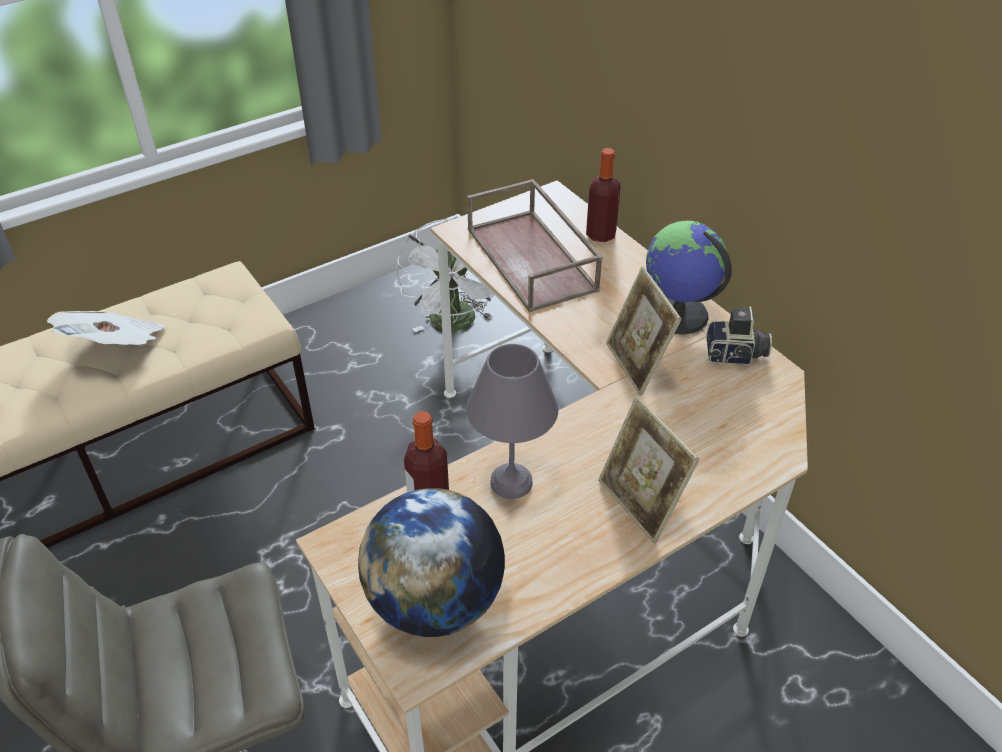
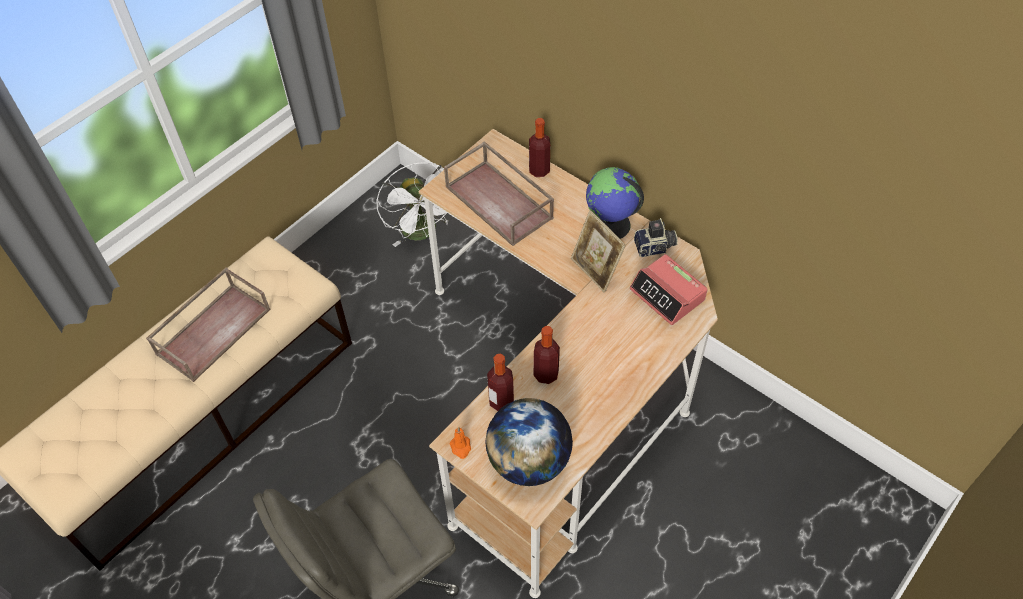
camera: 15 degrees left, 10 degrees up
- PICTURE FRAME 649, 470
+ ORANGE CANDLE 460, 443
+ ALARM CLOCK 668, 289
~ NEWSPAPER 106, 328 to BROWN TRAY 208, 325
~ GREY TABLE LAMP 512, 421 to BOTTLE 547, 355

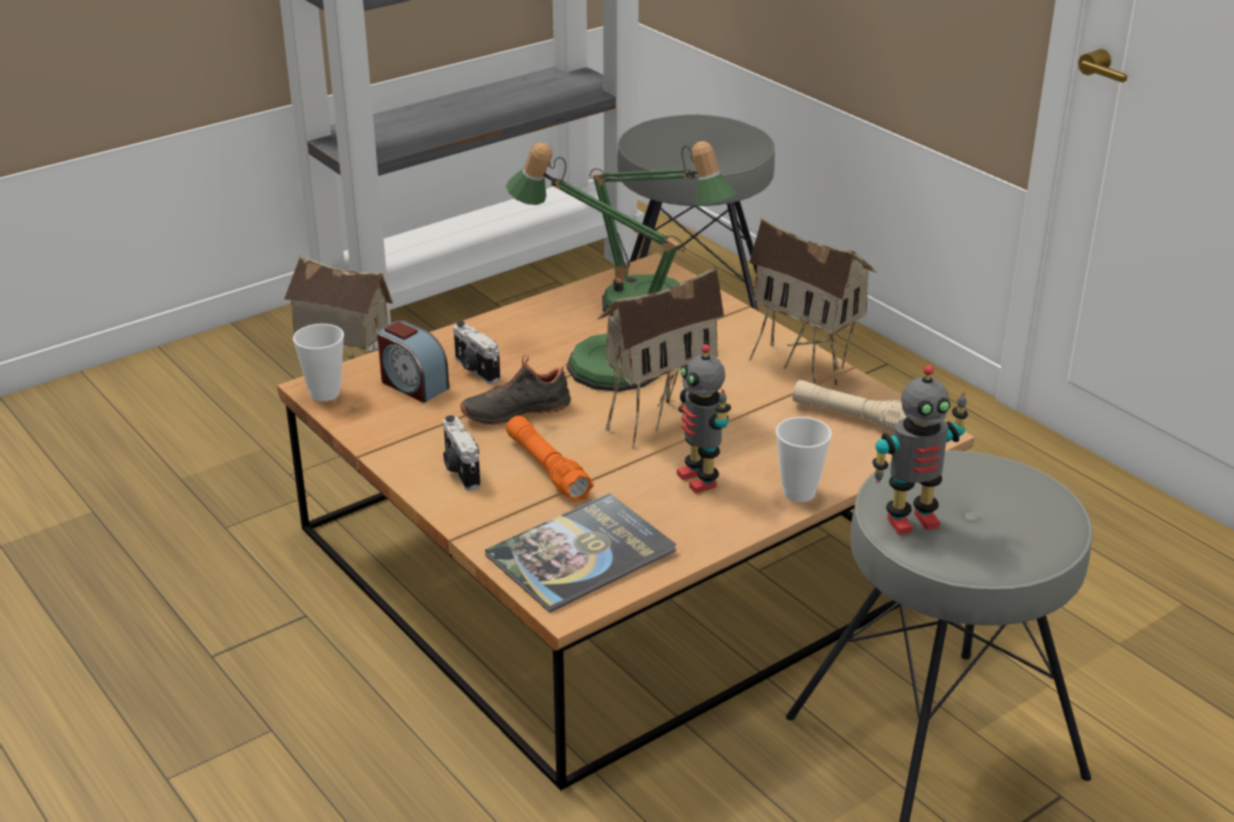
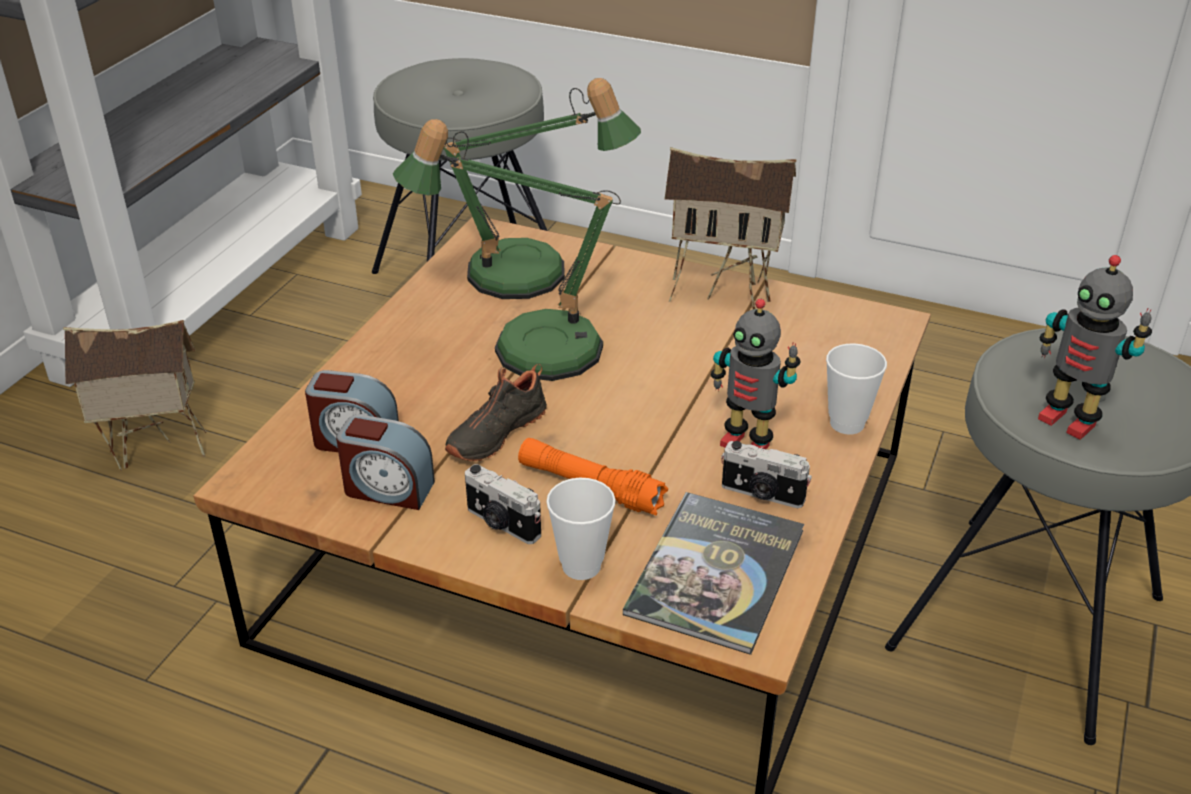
camera: 30 degrees left, 5 degrees up
- TOY HOUSE 660, 357
- BEIGE FLASHLIGHT 849, 406
+ ALARM CLOCK 385, 462
~ CUP 318, 362 to 580, 529
~ PHOTO CAMERA 476, 352 to 766, 474
~ TOY ROBOT 920, 450 = 1095, 347 90 degrees clockwise

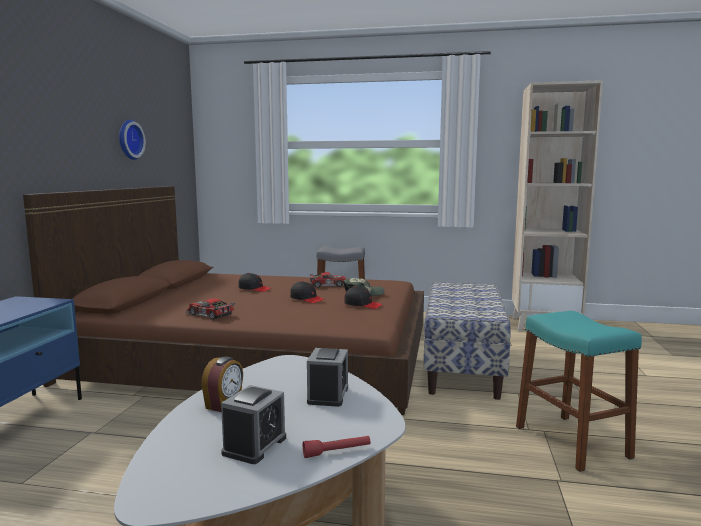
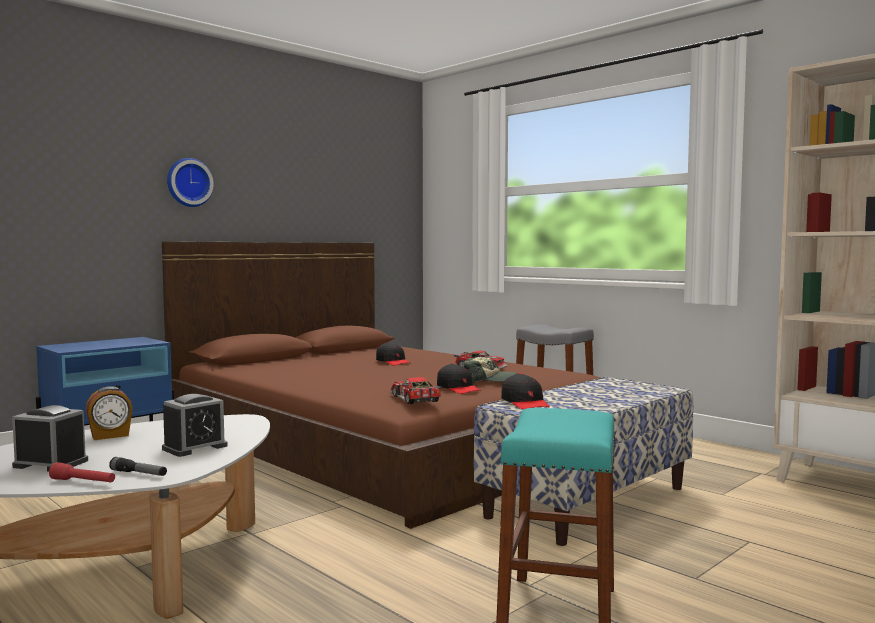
camera: 35 degrees right, 5 degrees down
+ FLASHLIGHT 138, 466
~ WALL CLOCK 132, 140 to 190, 182
~ TOY CAR 210, 309 to 416, 390
~ BLACK CAP 307, 292 to 525, 391
~ ALARM CLOCK 253, 424 = 50, 438 135 degrees counterclockwise

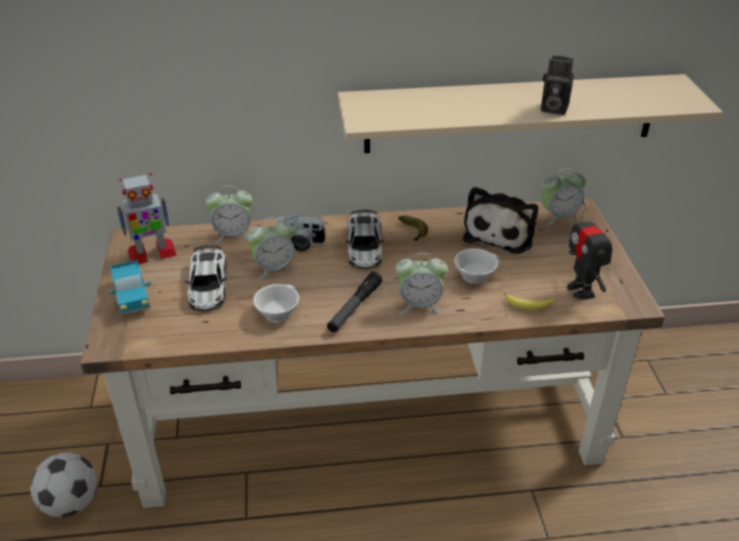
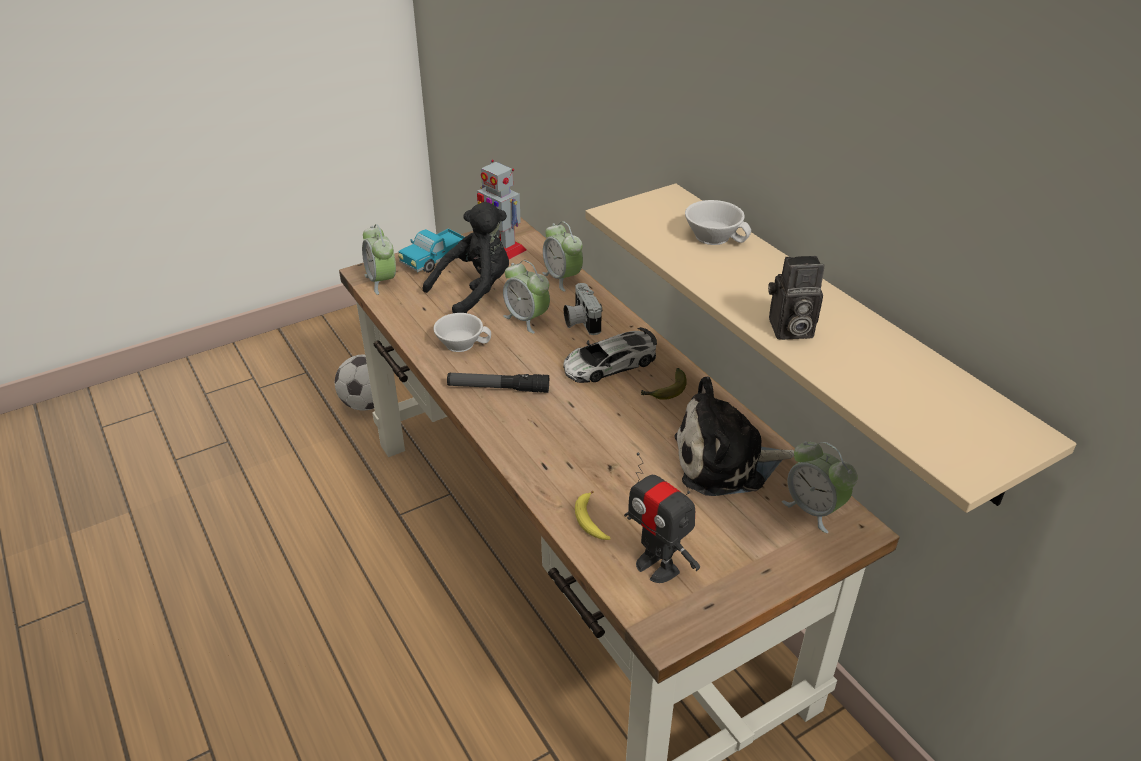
camera: 65 degrees right, 0 degrees up
~ ALARM CLOCK 421, 283 to 379, 259
~ WHITE CUP 477, 266 to 718, 222
~ TOY CAR 205, 278 to BLACK PLUSH TOY 466, 257
~ PHOTO CAMERA 557, 85 = 796, 298 90 degrees counterclockwise
~ TOY ROBOT 589, 250 = 662, 518 90 degrees counterclockwise

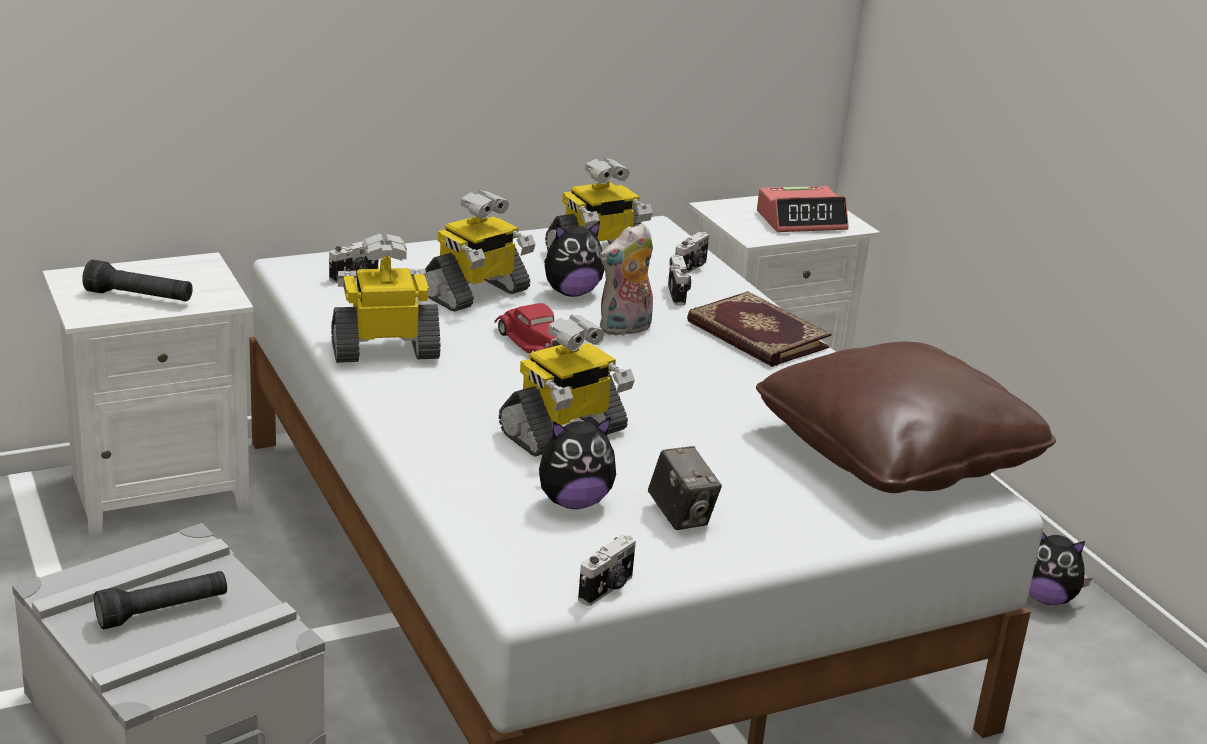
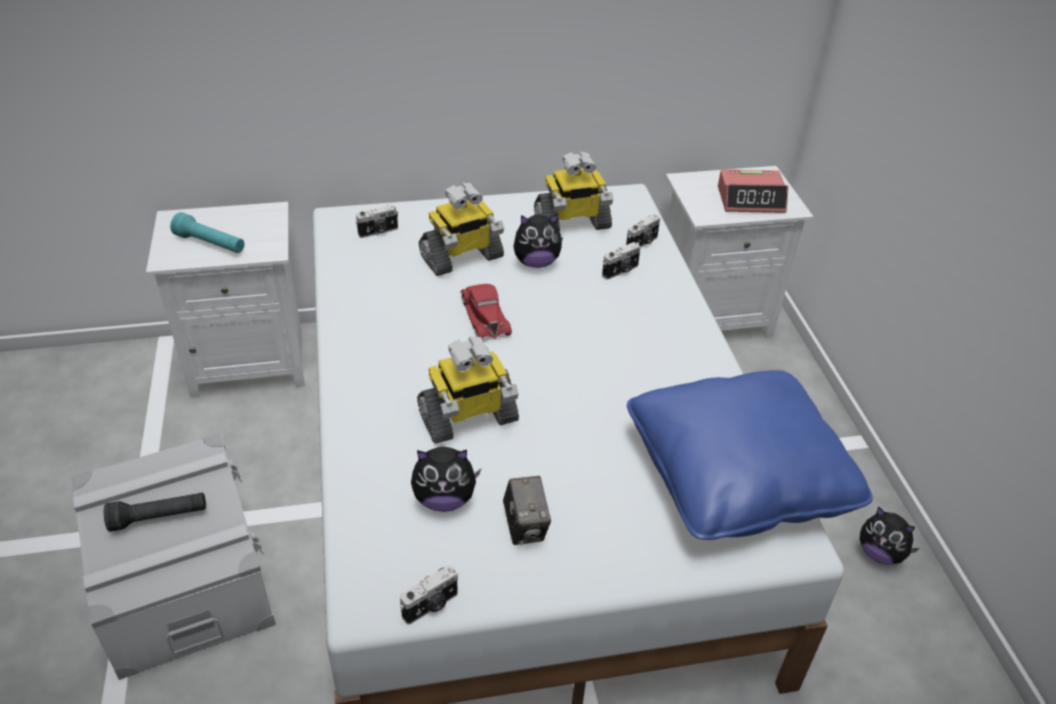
camera: 15 degrees right, 15 degrees up
- TOY ROBOT 386, 298
- PLUSH TOY 626, 279
- BOOK 759, 329
~ BLACK FLASHLIGHT 137, 280 to TURQUOISE FLASHLIGHT 207, 232
~ BROWN PILLOW 906, 417 to BLUE PILLOW 750, 455
~ PHOTO CAMERA 679, 280 = 621, 261 45 degrees clockwise

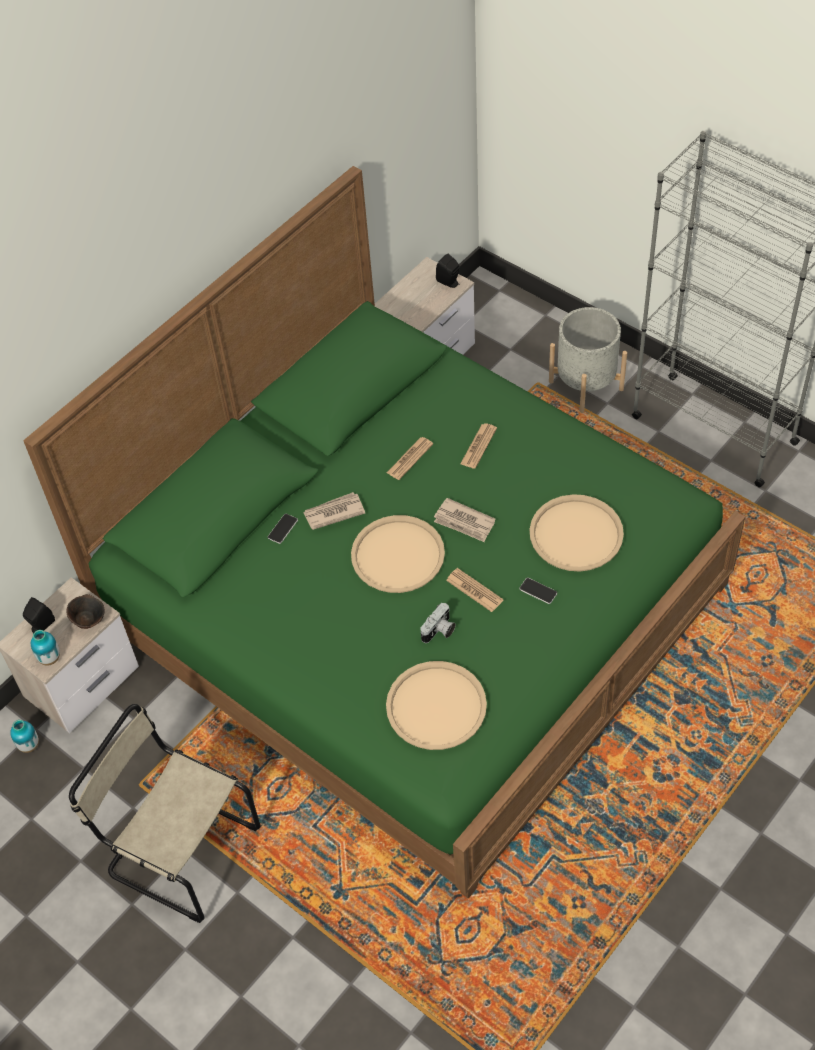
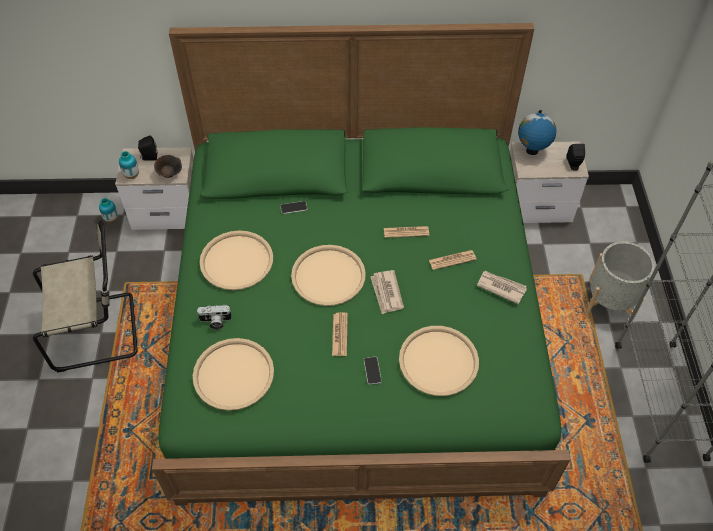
camera: 45 degrees right, 0 degrees up
+ BEIGE TRAY 236, 260
+ GLOBE 537, 132
~ NEWSPAPER 334, 511 to 502, 287
~ PHOTO CAMERA 438, 623 to 214, 317
~ BEIGE CHAIR 165, 813 = 85, 296 90 degrees clockwise

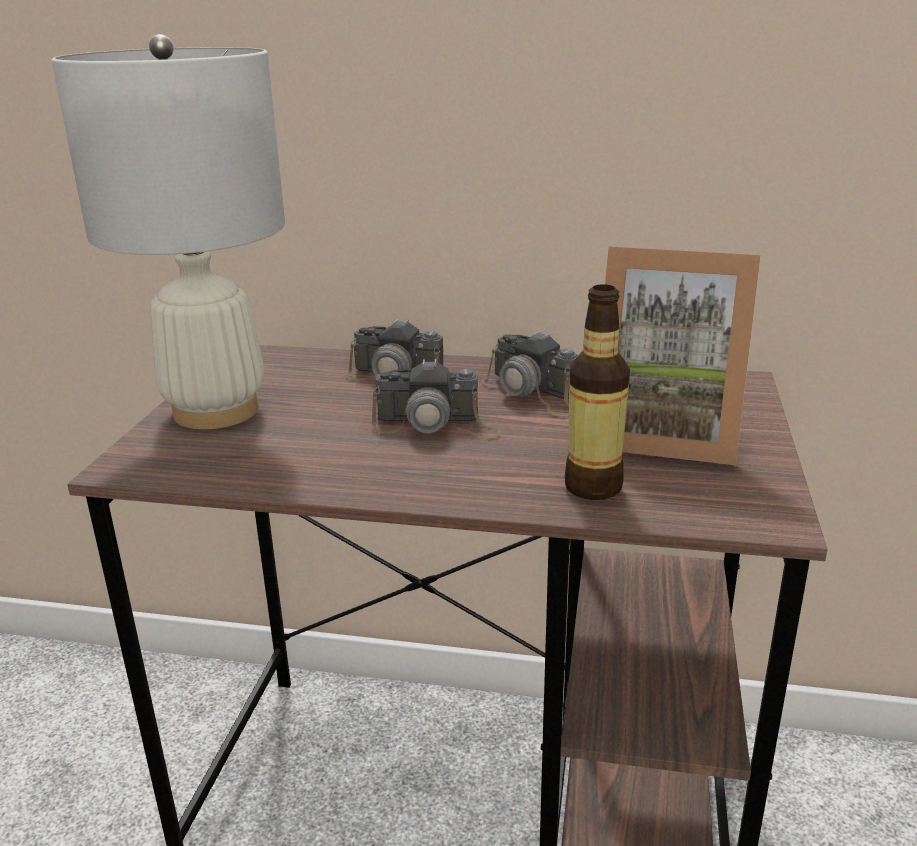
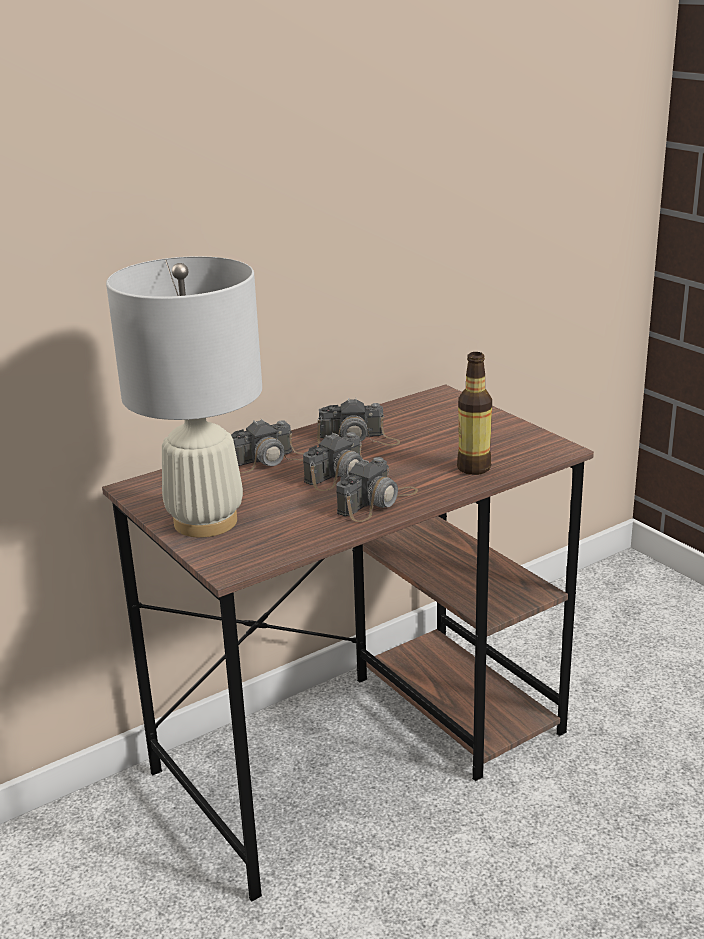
camera: 45 degrees left, 0 degrees up
- PICTURE FRAME 683, 356
+ PHOTO CAMERA 377, 489

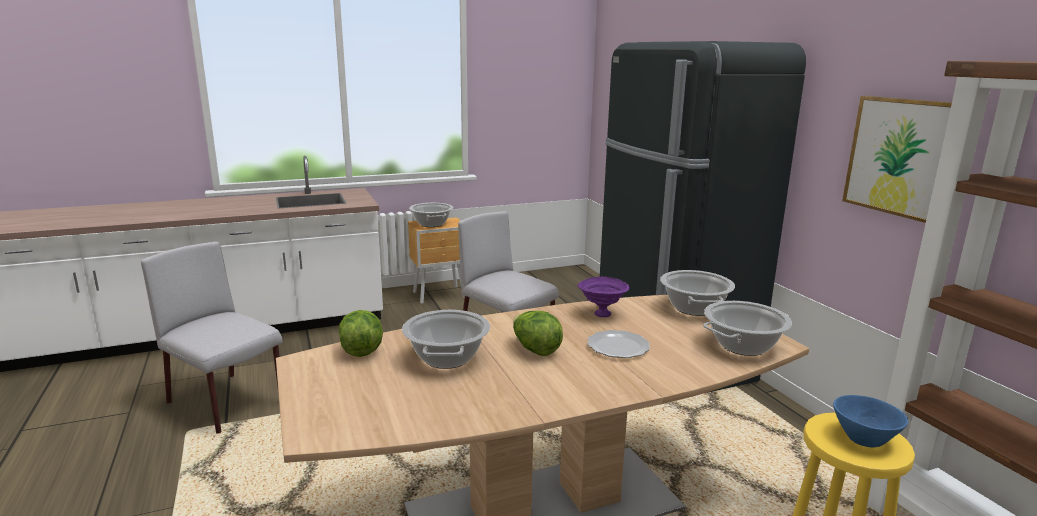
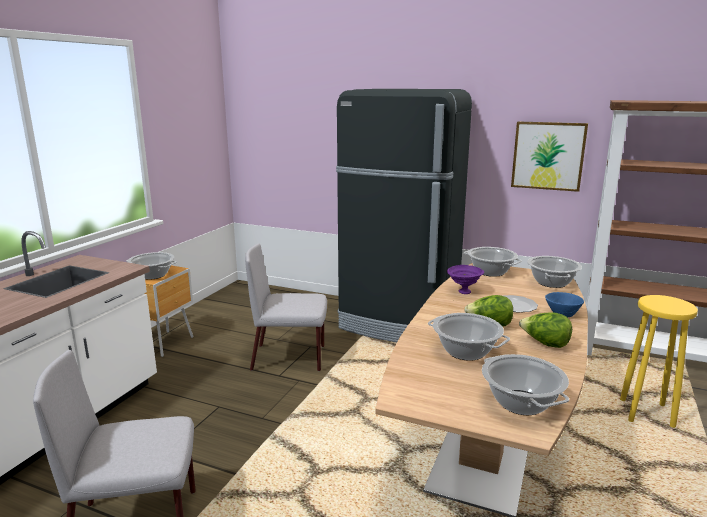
camera: 45 degrees left, 0 degrees up
+ COOKING POT 525, 384
~ LETTUCE 361, 333 to 545, 330
~ BLUE BOWL 870, 421 to 564, 304

